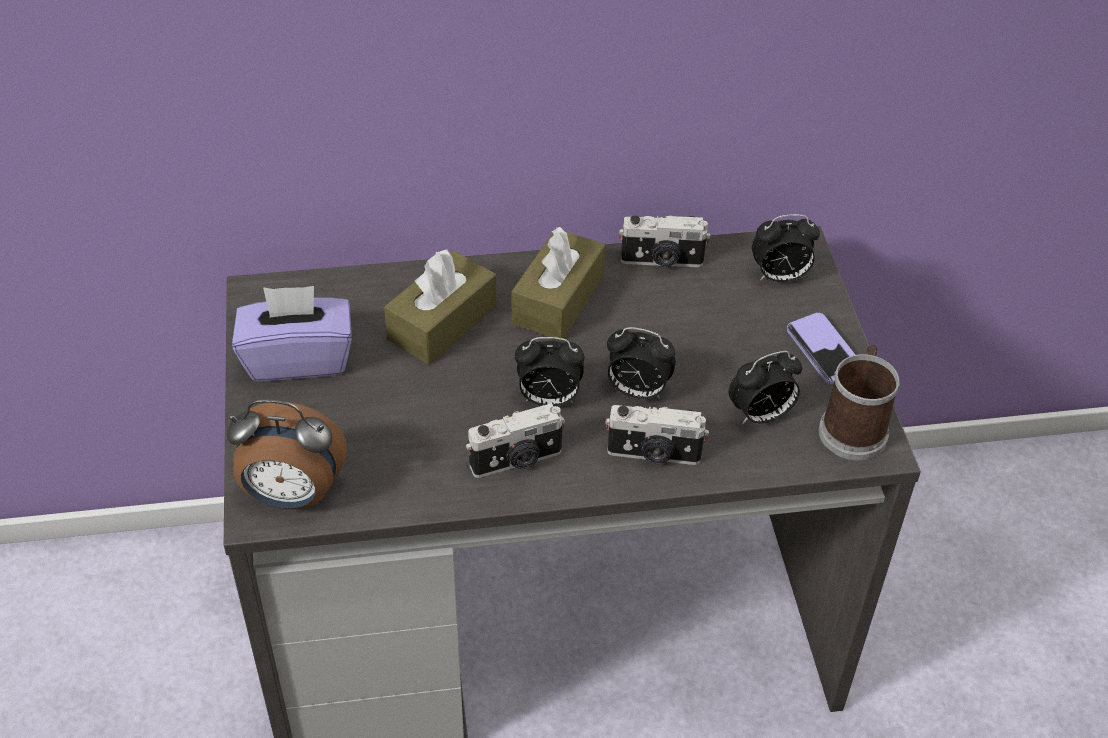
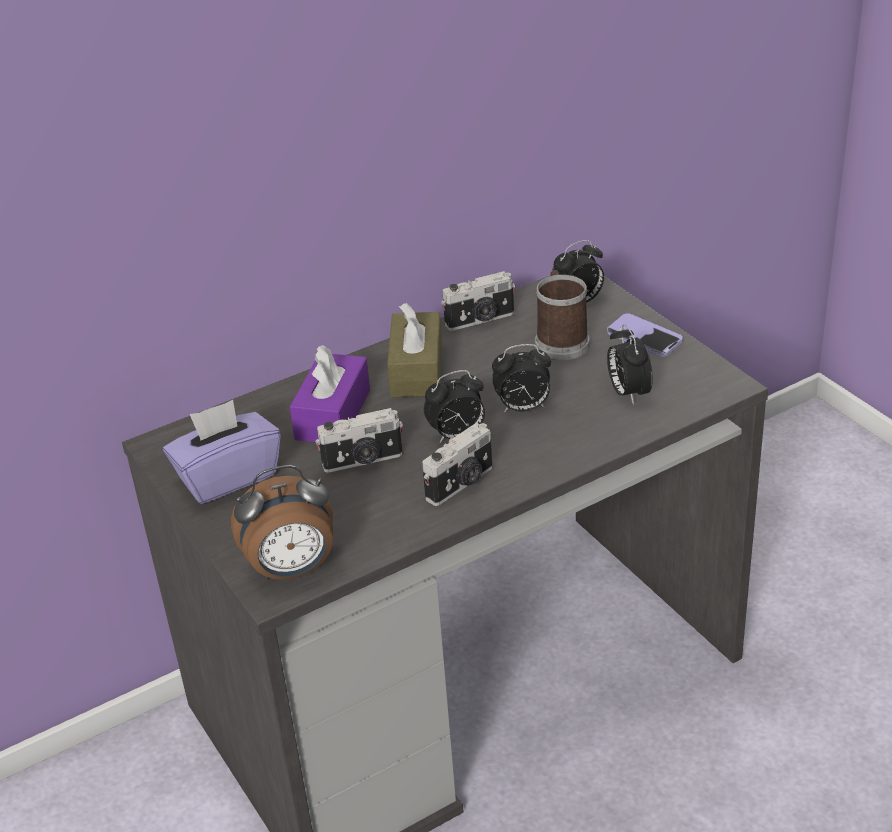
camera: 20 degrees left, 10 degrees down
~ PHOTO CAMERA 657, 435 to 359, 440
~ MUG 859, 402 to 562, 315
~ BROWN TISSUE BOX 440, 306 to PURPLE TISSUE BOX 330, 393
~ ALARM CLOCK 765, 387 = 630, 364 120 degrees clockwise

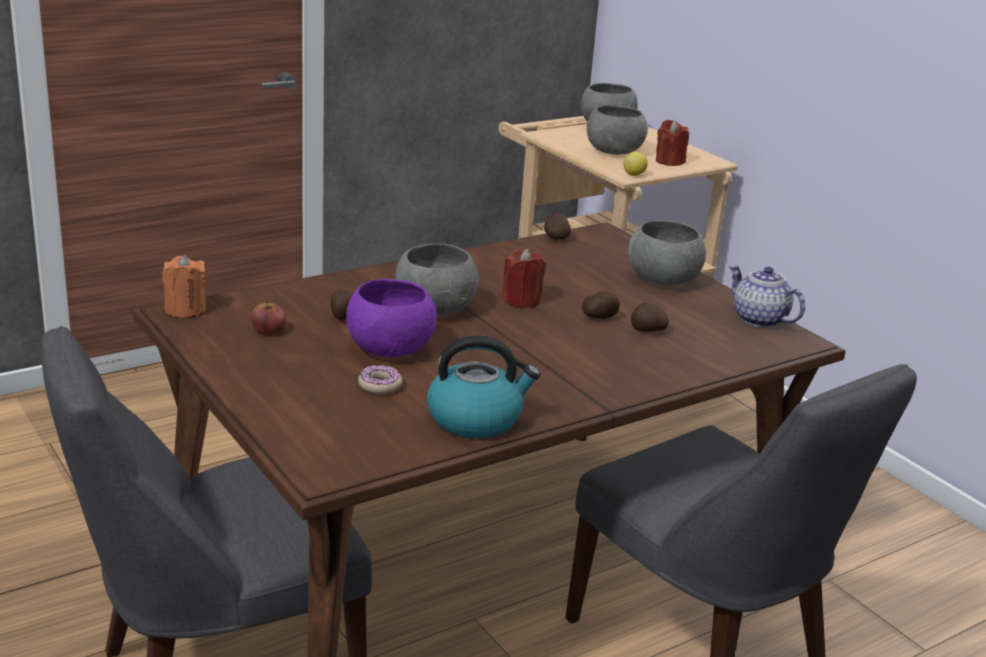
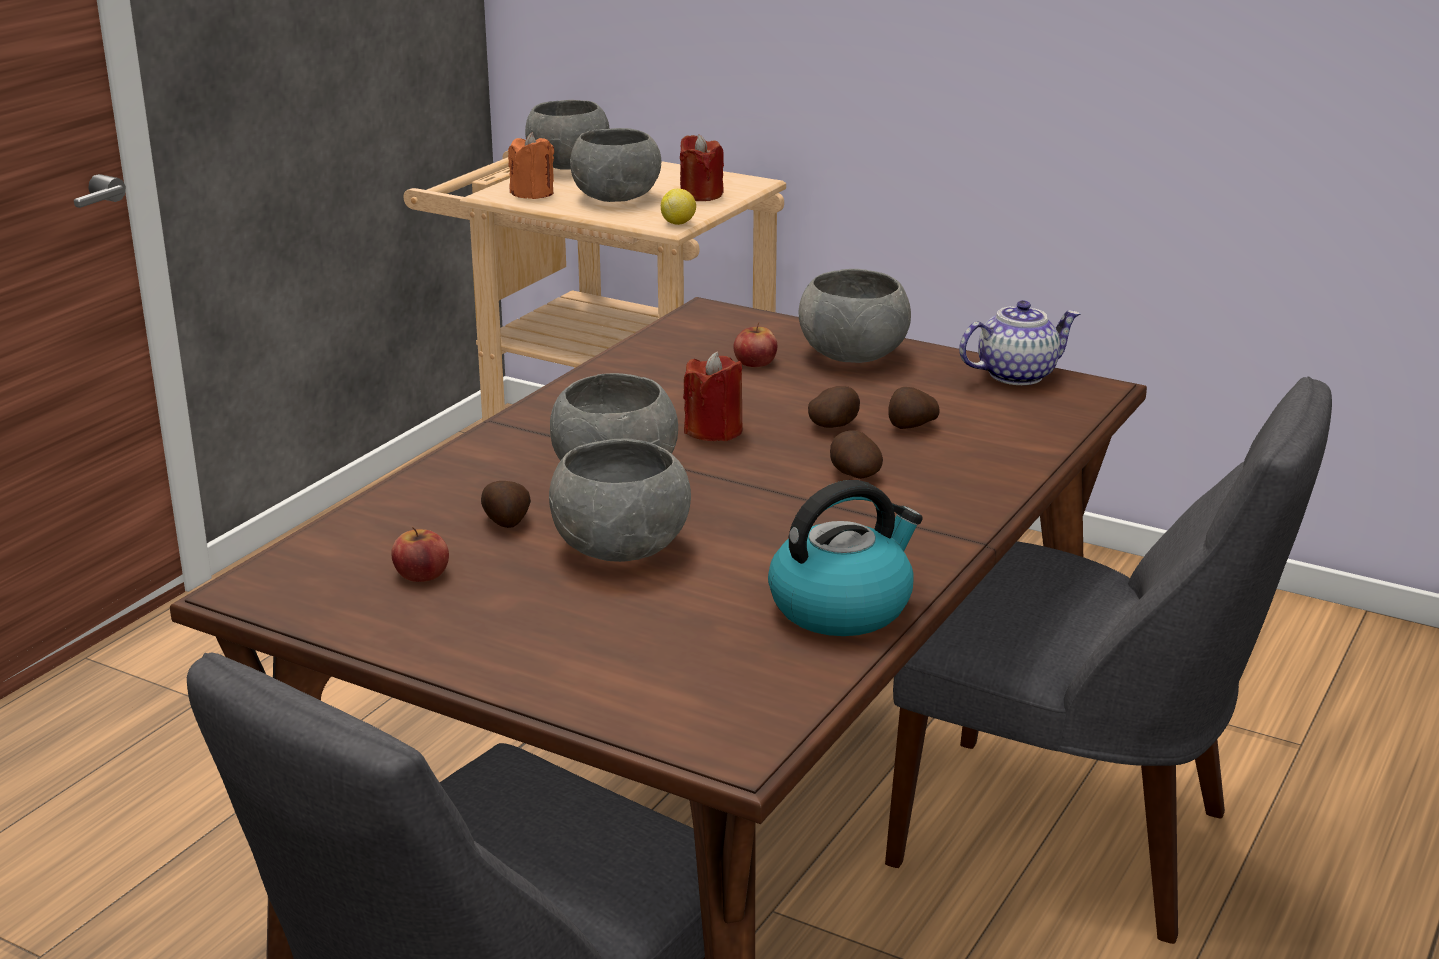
camera: 25 degrees left, 0 degrees up
- DONUT 380, 379
+ APPLE 755, 344
~ ORANGE CANDLE 184, 286 to 531, 165
~ POTATO 557, 226 to 856, 454
~ PURPLE BOWL 391, 318 to GREY BOWL 620, 500
~ TEAPOT 767, 296 = 1019, 342 135 degrees clockwise

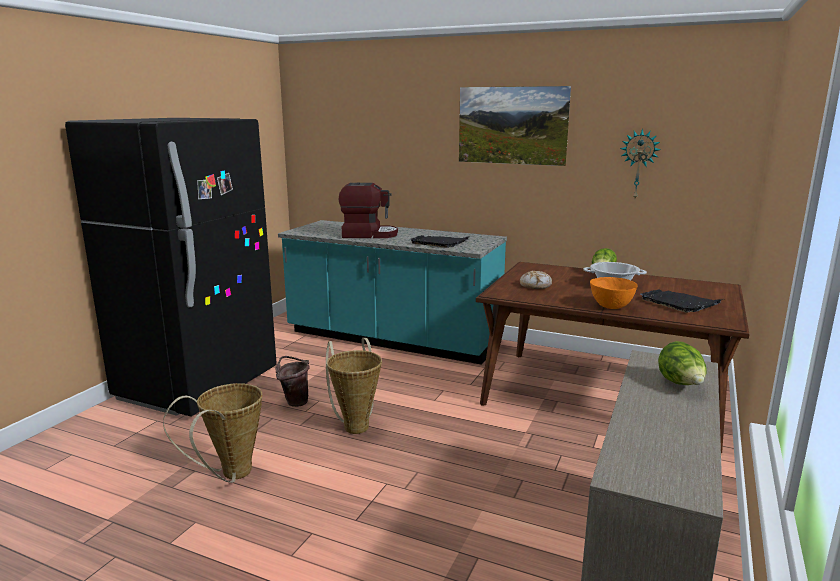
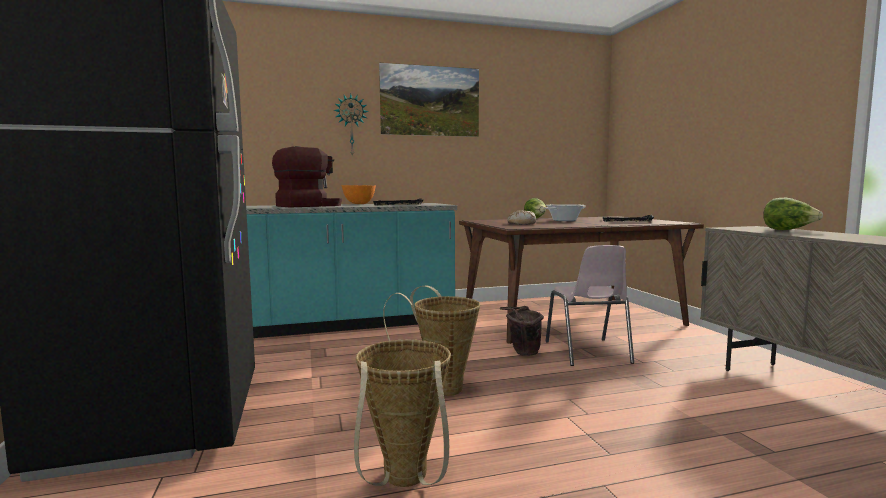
camera: 40 degrees left, 10 degrees down
+ PINK CHAIR 590, 305
~ BROWN BUCKET 292, 381 to 522, 331
~ ORANGE BOWL 614, 293 to 359, 194
~ WALL CLOCK 640, 164 to 351, 125

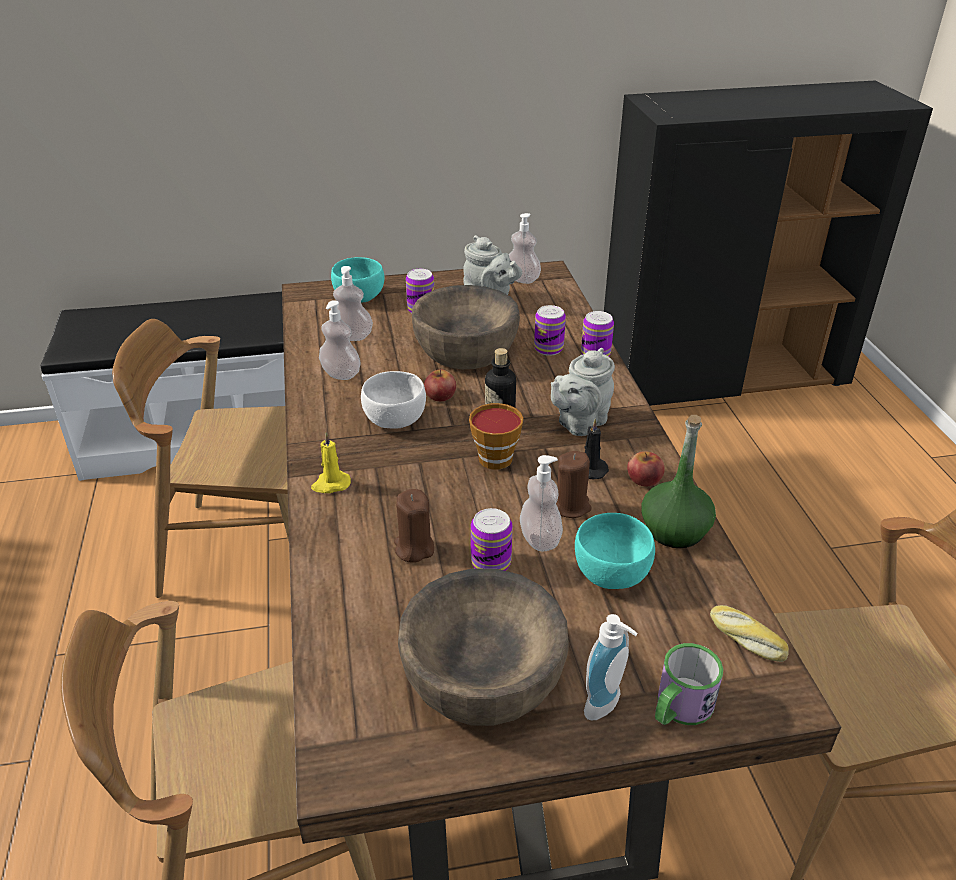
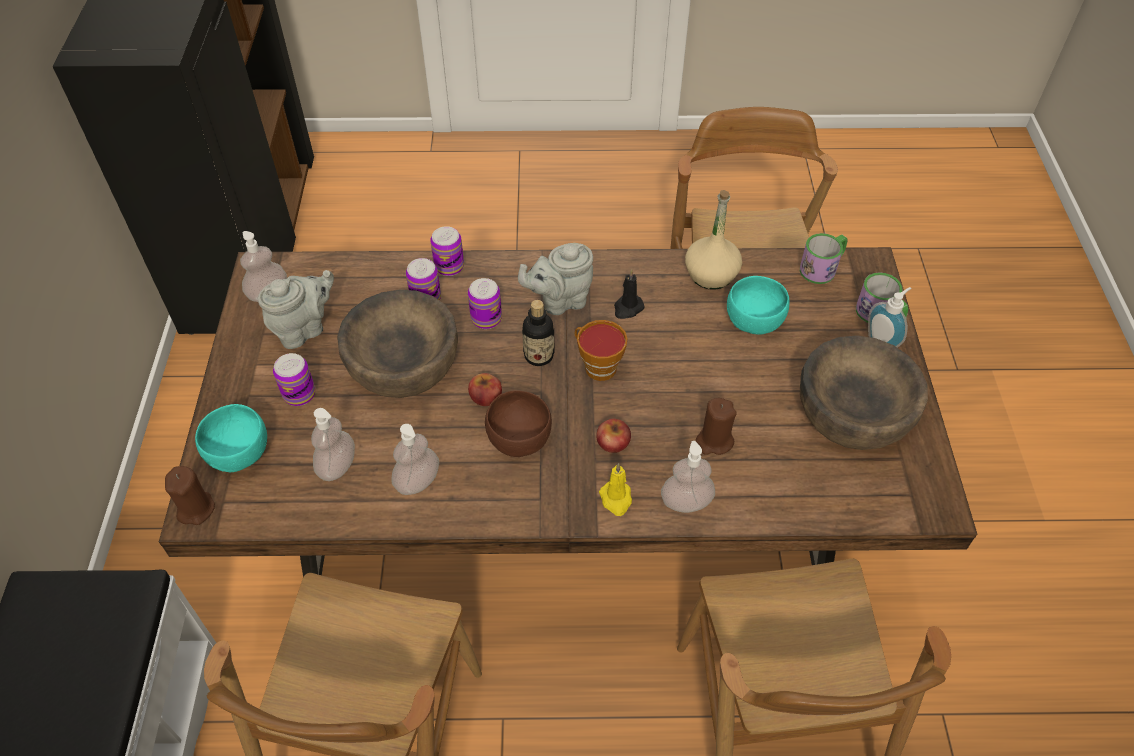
camera: 80 degrees left, 15 degrees up
~ CAN 492, 539 to 485, 303
~ SOAP DISPENSER 541, 503 to 688, 477
~ BROWN CANDLE 574, 484 to 190, 495
~ APPLE 646, 469 to 613, 436
~ BREAD 749, 633 to MUG 824, 258
~ WHITE BOWL 393, 400 to BROWN BOWL 518, 423
~ GREEN BOTTLE 678, 481 to BEIGE BOTTLE 713, 240
~ GREY TEAPOT 583, 392 = 555, 279 105 degrees clockwise

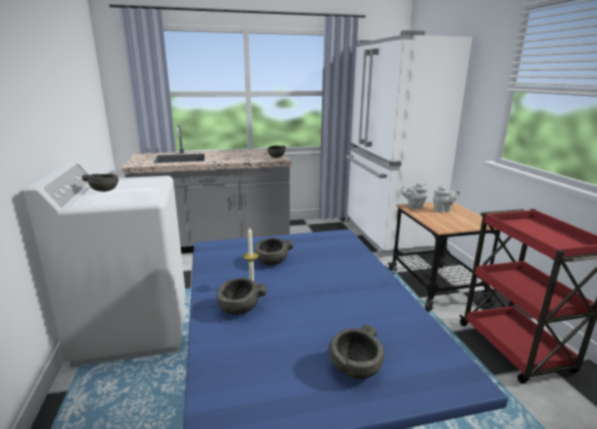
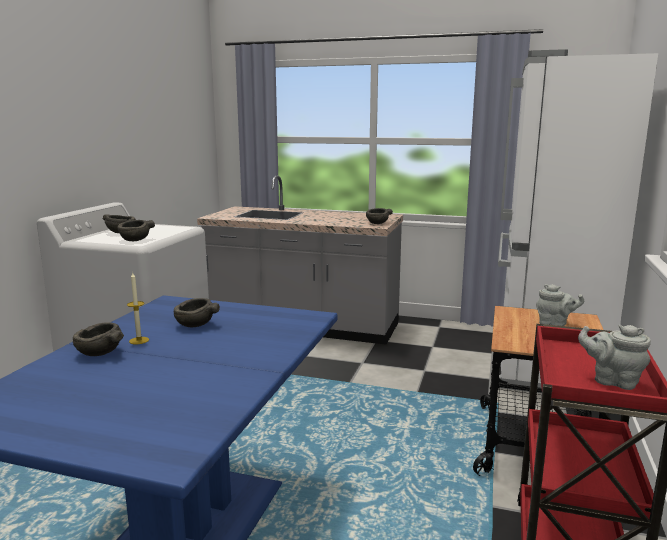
camera: 30 degrees right, 5 degrees down
~ GREY BOWL 356, 351 to 136, 230
~ GREY TEAPOT 414, 196 to 614, 357

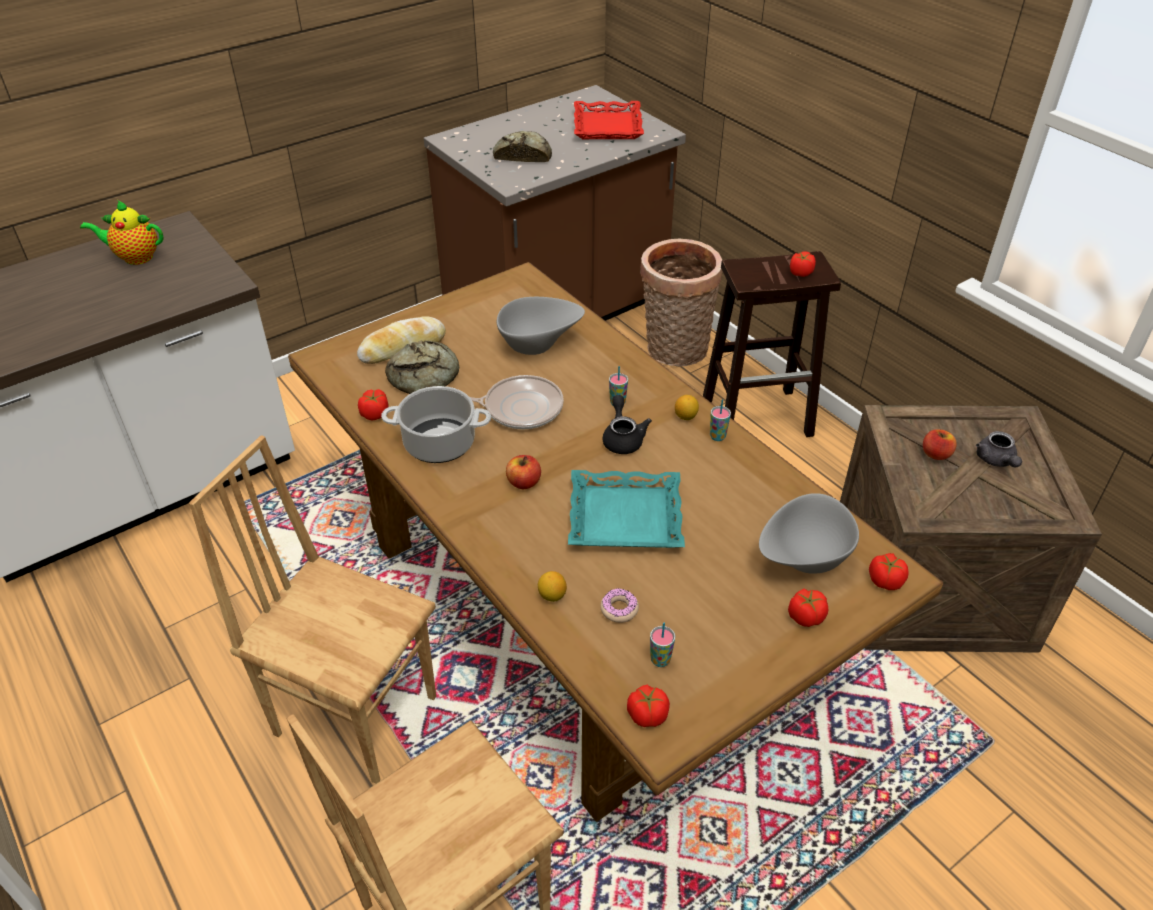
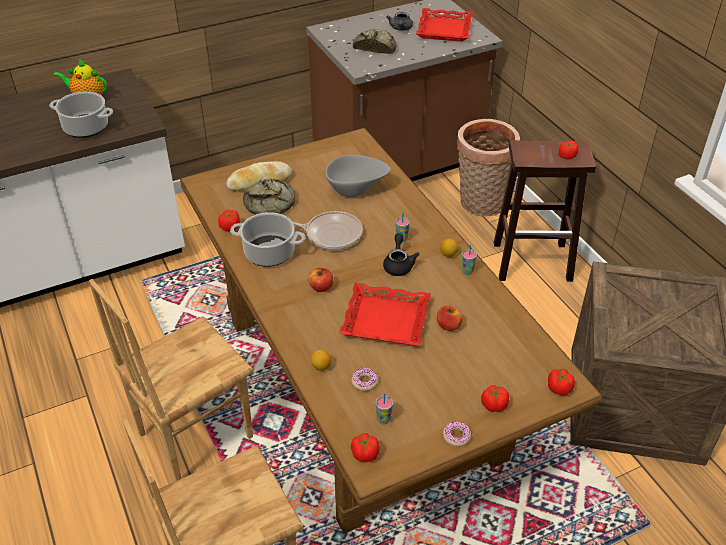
camera: 10 degrees right, 0 degrees up
- GREY BOWL 809, 533
+ COOKING POT 81, 114
+ DONUT 457, 434
~ APPLE 940, 444 to 449, 318
~ GREY TEAPOT 999, 449 to 399, 21
~ TURQUOISE TRAY 626, 509 to RED TRAY 385, 314
~ BROWN CHAIR 312, 609 = 171, 380 75 degrees counterclockwise

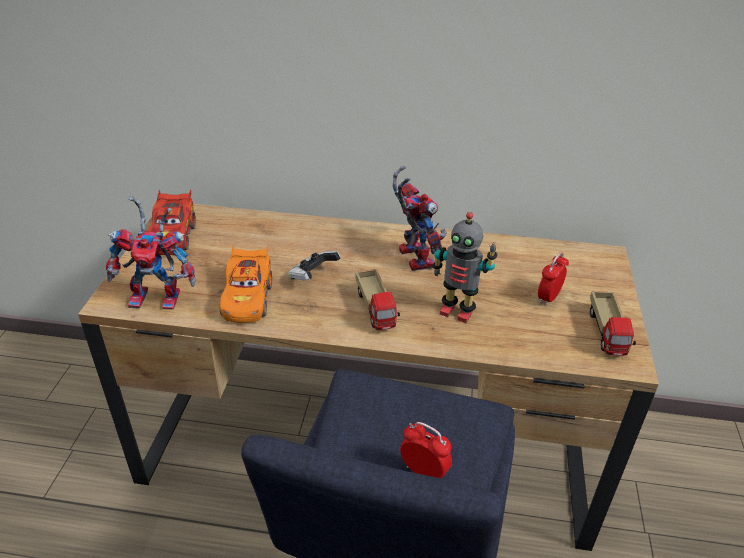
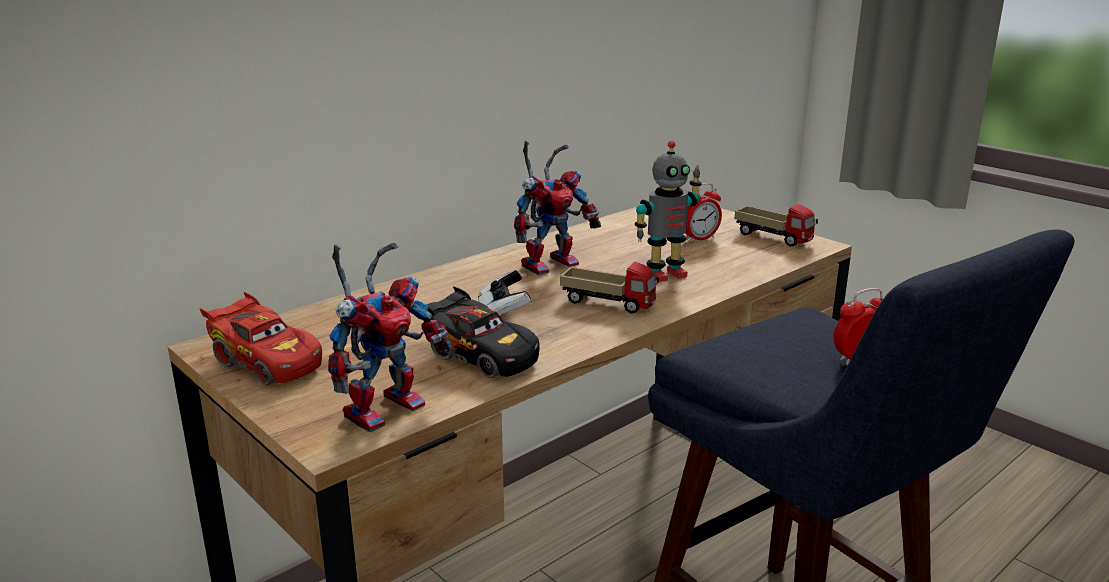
camera: 50 degrees left, 15 degrees down
~ ORANGE TOY CAR 246, 284 to BLACK TOY CAR 483, 332
~ TOY ROBOT 420, 218 = 557, 208 120 degrees clockwise
~ ALARM CLOCK 553, 279 = 704, 212 105 degrees counterclockwise

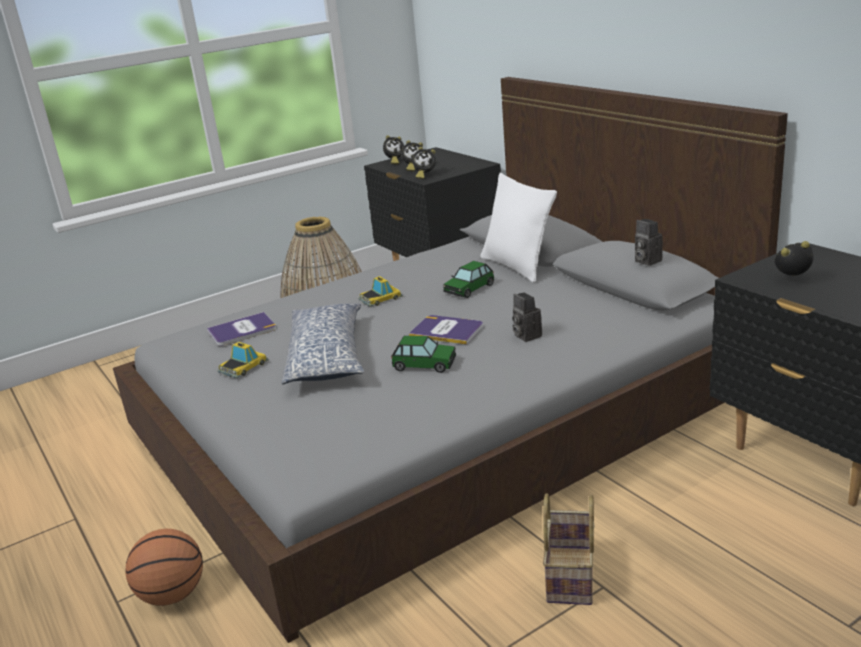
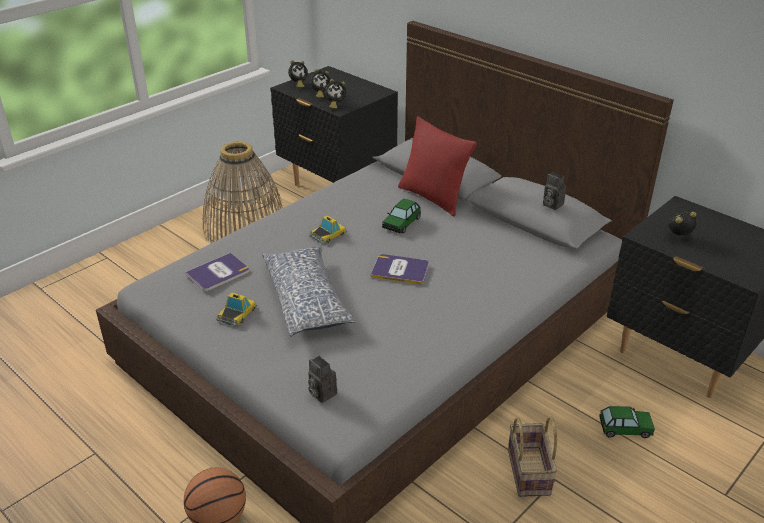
camera: 15 degrees left, 10 degrees up
~ TOY CAR 423, 354 to 627, 422
~ PHOTO CAMERA 527, 317 to 322, 379
~ WHITE PILLOW 518, 228 to RED PILLOW 437, 166

